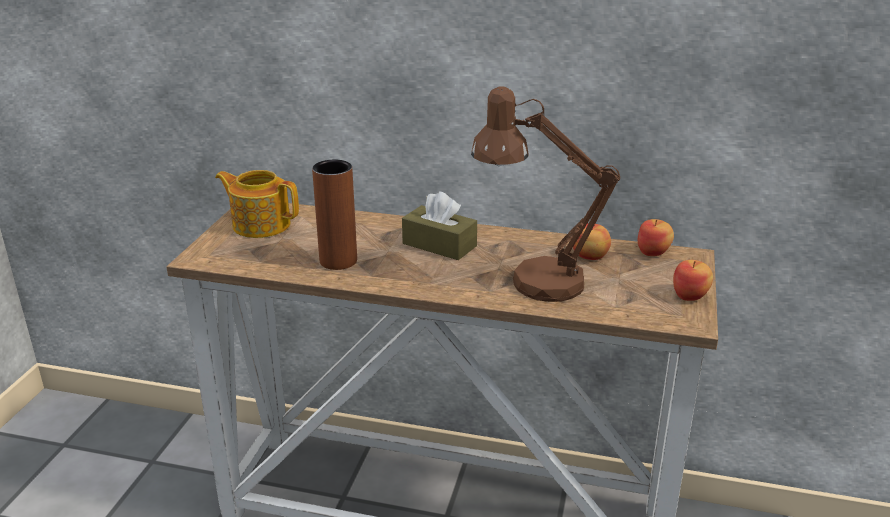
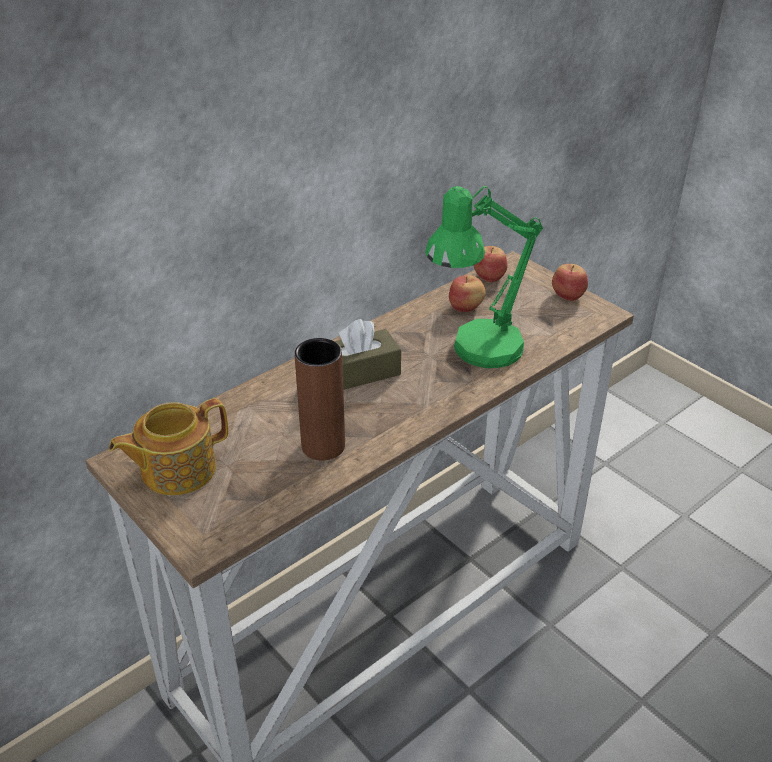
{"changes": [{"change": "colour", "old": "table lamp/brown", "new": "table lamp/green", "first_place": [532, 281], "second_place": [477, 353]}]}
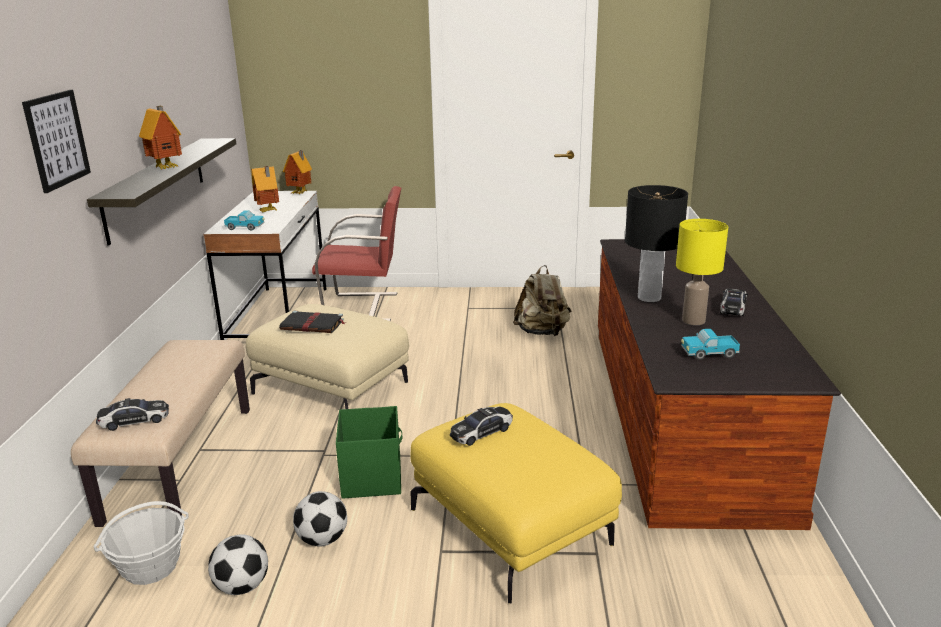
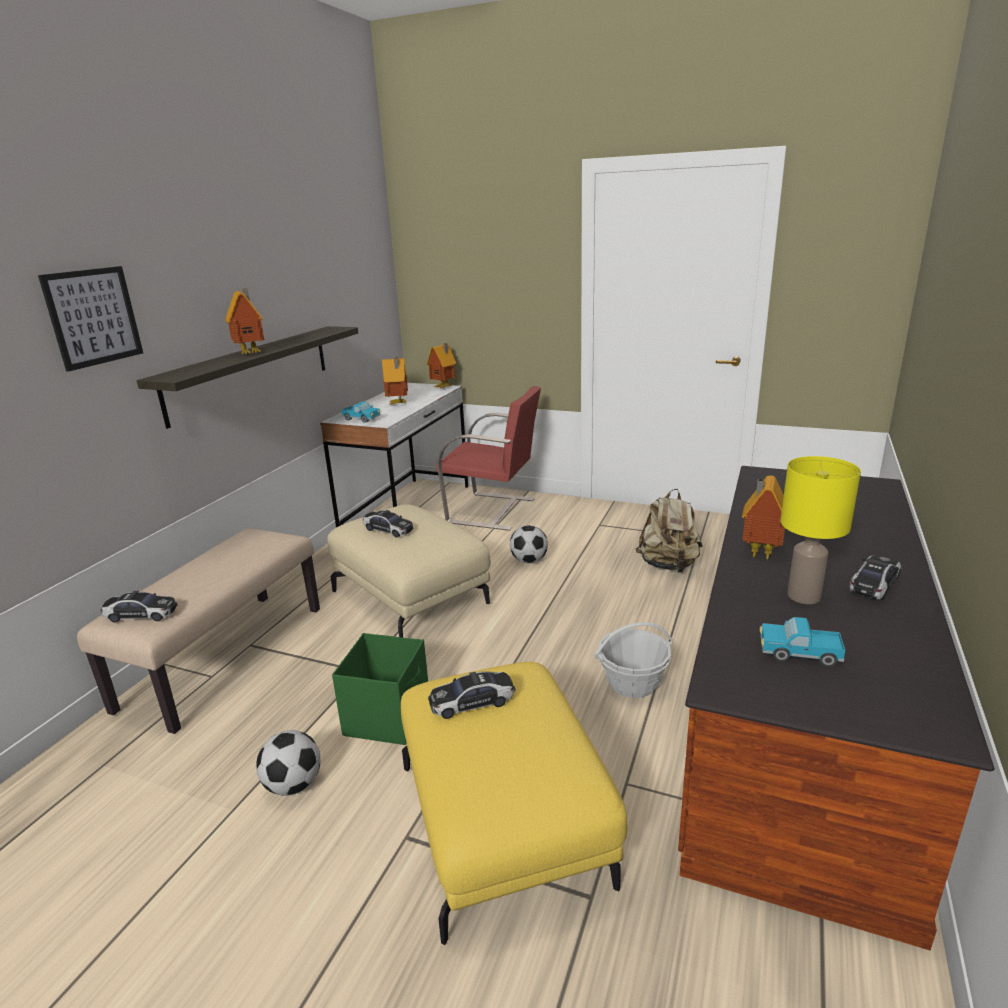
{"changes": [{"change": "exchanged", "old": "book/black", "new": "toy car", "first_place": [313, 325], "second_place": [388, 529]}, {"change": "relocated", "old": "football", "first_place": [242, 586], "second_place": [529, 561]}, {"change": "relocated", "old": "basket", "first_place": [150, 567], "second_place": [632, 682]}, {"change": "exchanged", "old": "table lamp/black", "new": "toy house", "first_place": [649, 298], "second_place": [759, 553]}]}
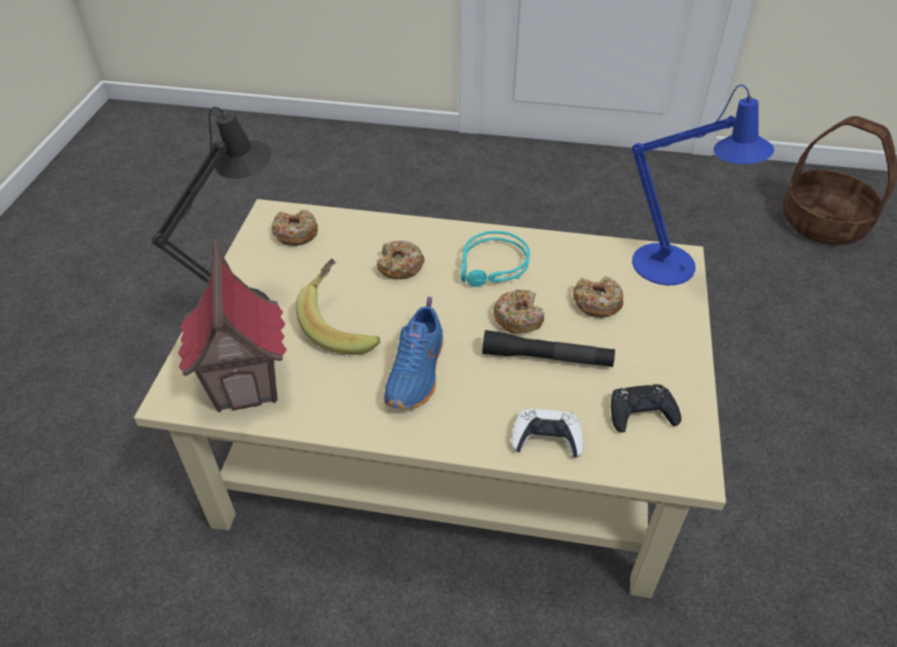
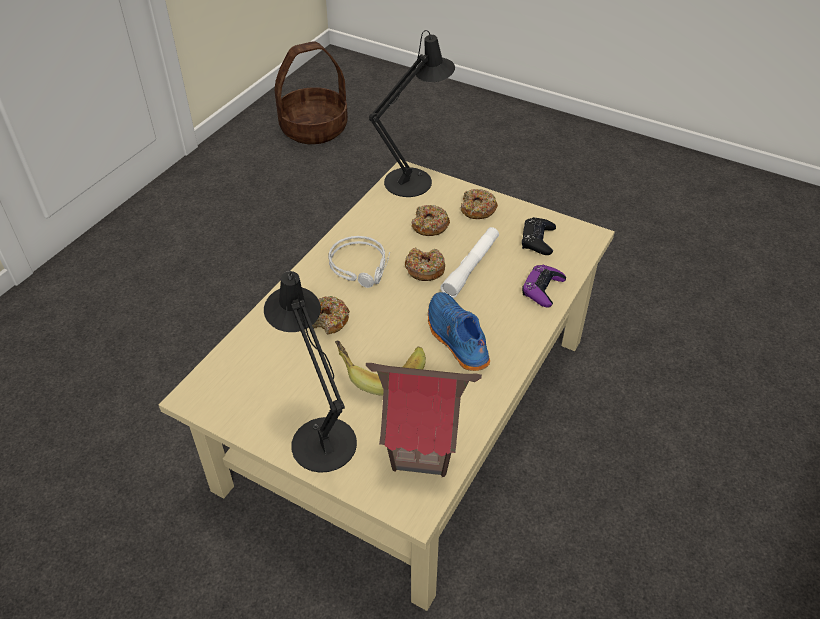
{"changes": [{"change": "colour", "old": "headphones/turquoise", "new": "headphones/grey", "first_place": [493, 267], "second_place": [362, 266]}, {"change": "colour", "old": "table lamp/blue", "new": "table lamp/black", "first_place": [672, 267], "second_place": [414, 179]}, {"change": "spun", "old": "shoe/blue", "first_place": [417, 373], "second_place": [455, 339], "degrees": -150}, {"change": "colour", "old": "flashlight/black", "new": "flashlight/white", "first_place": [547, 358], "second_place": [471, 267]}, {"change": "relocated", "old": "donut", "first_place": [295, 234], "second_place": [477, 209]}, {"change": "colour", "old": "game controller/white", "new": "game controller/purple", "first_place": [546, 438], "second_place": [542, 289]}]}
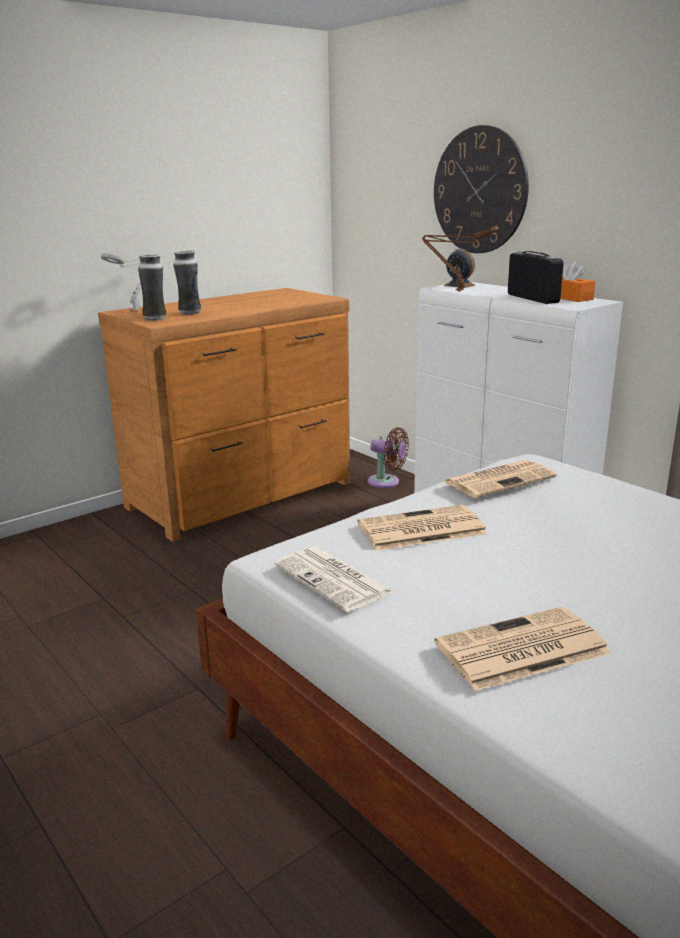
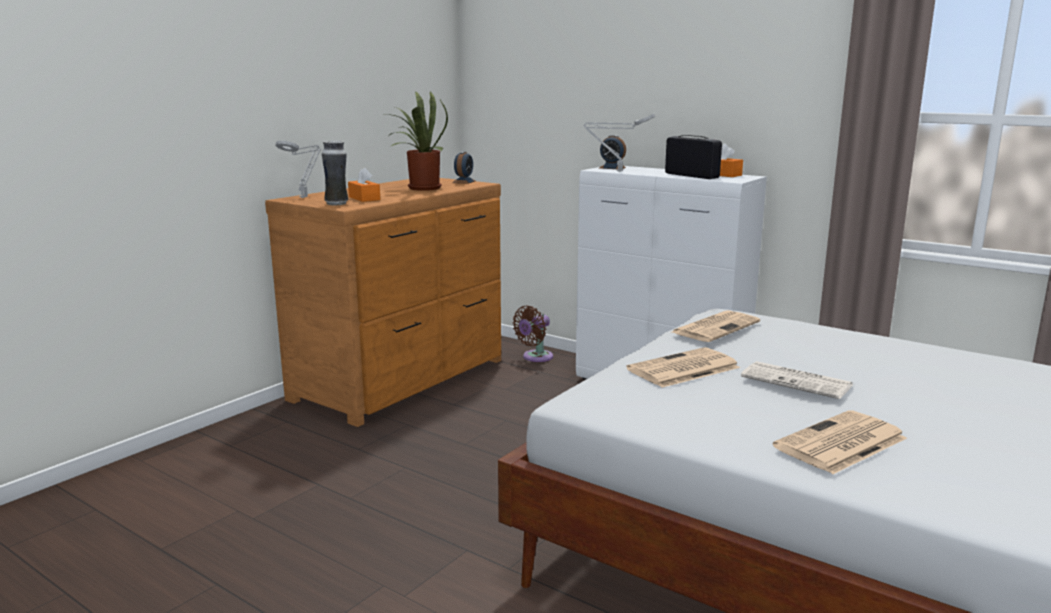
{"changes": [{"change": "exchanged", "old": "vase", "new": "tissue box/orange", "first_place": [189, 313], "second_place": [364, 198]}, {"change": "appeared", "new": "potted plant", "second_place": [420, 188]}, {"change": "appeared", "new": "alarm clock", "second_place": [464, 182]}, {"change": "spun", "old": "fan/brown", "first_place": [386, 482], "second_place": [535, 357], "degrees": 120}, {"change": "colour", "old": "table lamp/brown", "new": "table lamp/grey", "first_place": [457, 290], "second_place": [617, 171]}, {"change": "relocated", "old": "newspaper", "first_place": [334, 579], "second_place": [798, 381]}, {"change": "missing", "old": "wall clock", "first_place": [479, 190]}]}
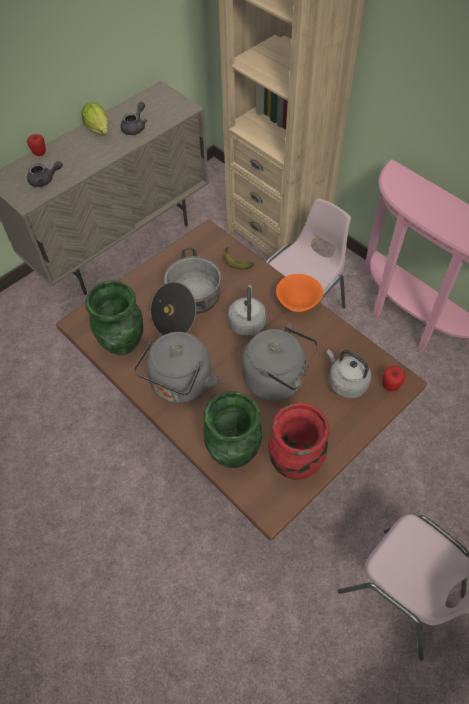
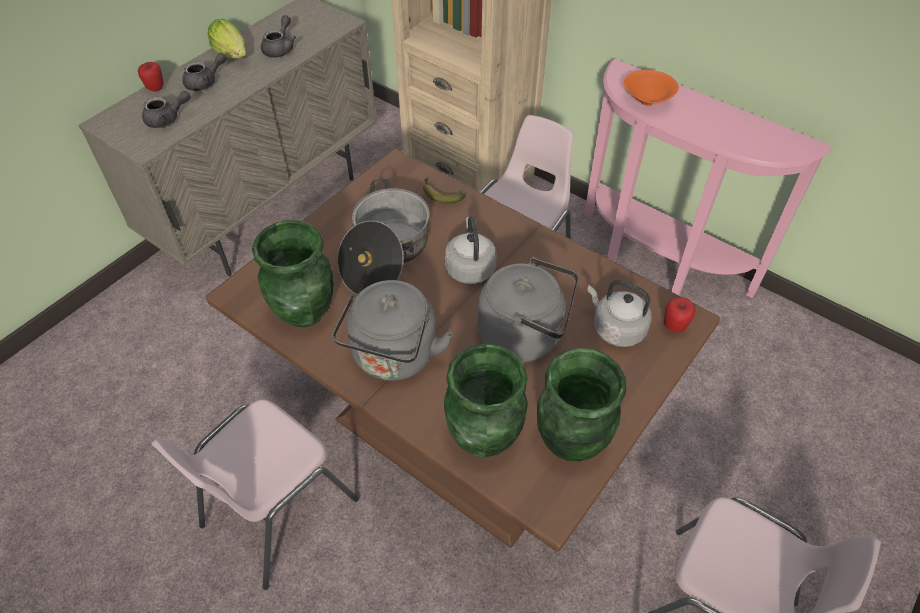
{"changes": [{"change": "appeared", "new": "chair/pink", "second_place": [276, 512]}, {"change": "appeared", "new": "teapot/grey", "second_place": [206, 82]}, {"change": "colour", "old": "vase/red", "new": "vase/green", "first_place": [294, 464], "second_place": [570, 442]}, {"change": "relocated", "old": "bowl/orange", "first_place": [297, 303], "second_place": [647, 103]}]}
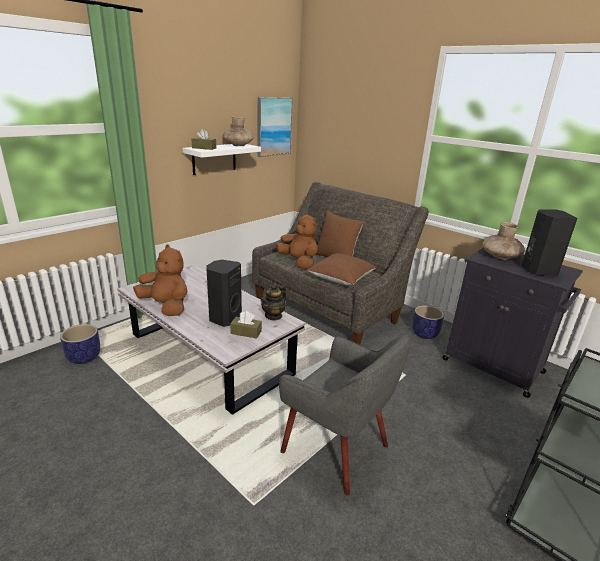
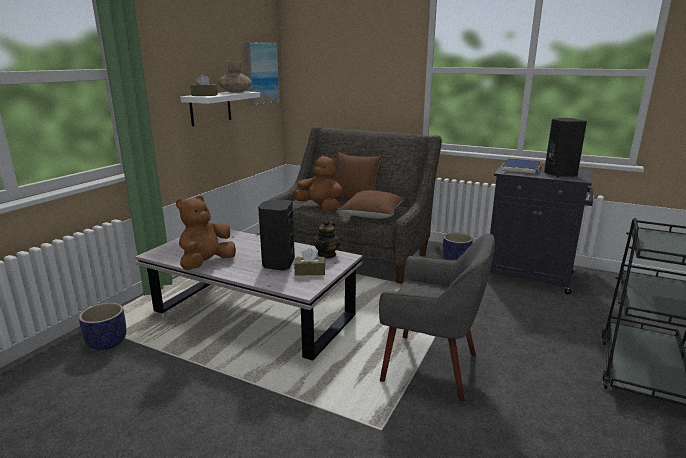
{"changes": [{"change": "spun", "old": "plush toy/brown", "first_place": [166, 306], "second_place": [206, 264], "degrees": -75}, {"change": "exchanged", "old": "vase/brown", "new": "book/blue", "first_place": [500, 256], "second_place": [521, 168]}]}
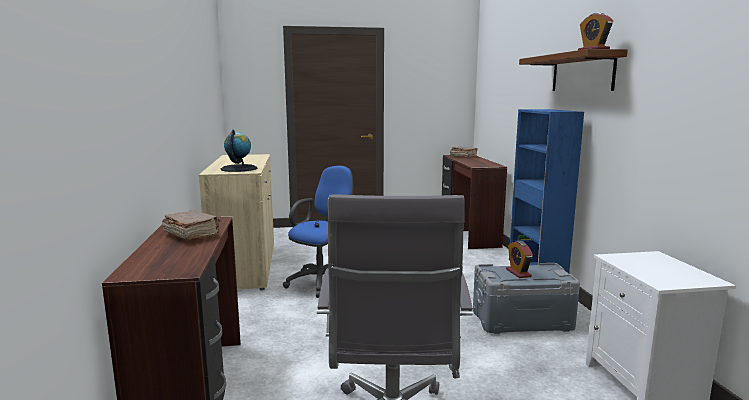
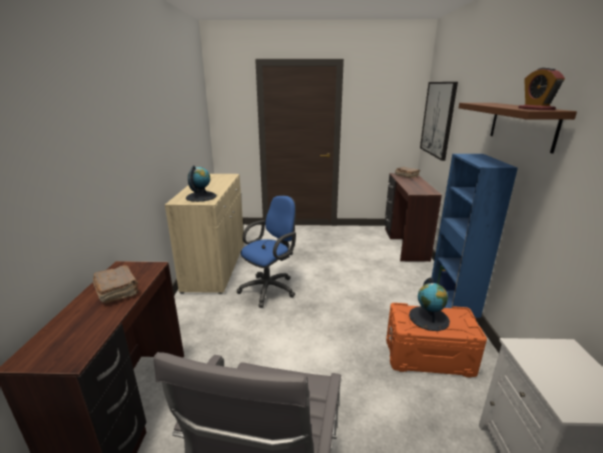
{"changes": [{"change": "colour", "old": "storage box/grey", "new": "storage box/orange", "first_place": [522, 320], "second_place": [428, 357]}, {"change": "exchanged", "old": "alarm clock", "new": "globe", "first_place": [518, 273], "second_place": [429, 318]}, {"change": "appeared", "new": "picture", "second_place": [438, 119]}]}
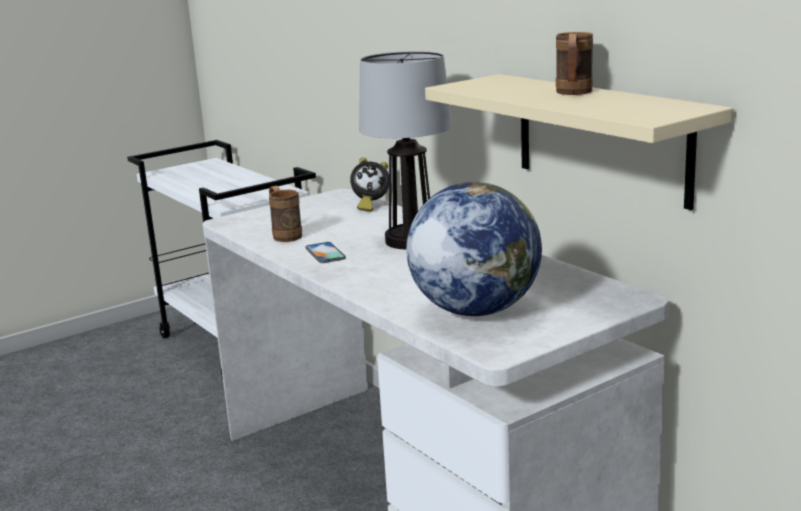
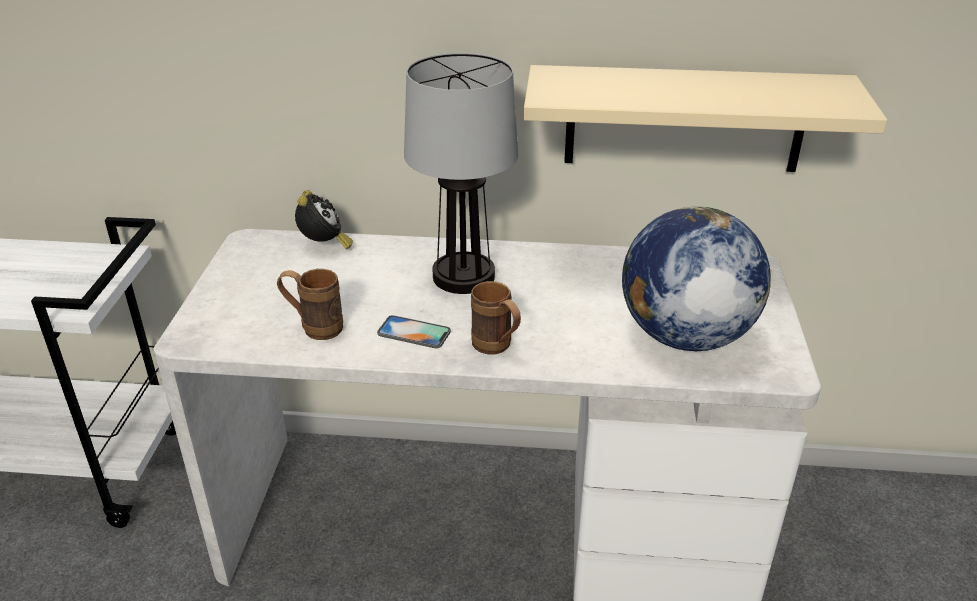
{"changes": [{"change": "spun", "old": "alarm clock", "first_place": [370, 206], "second_place": [324, 246], "degrees": -45}, {"change": "relocated", "old": "mug/brown", "first_place": [573, 93], "second_place": [497, 348]}]}
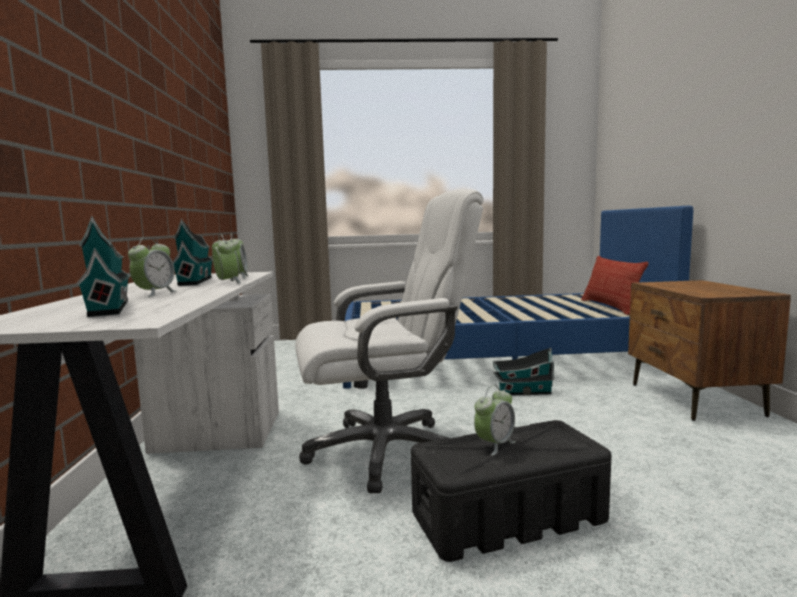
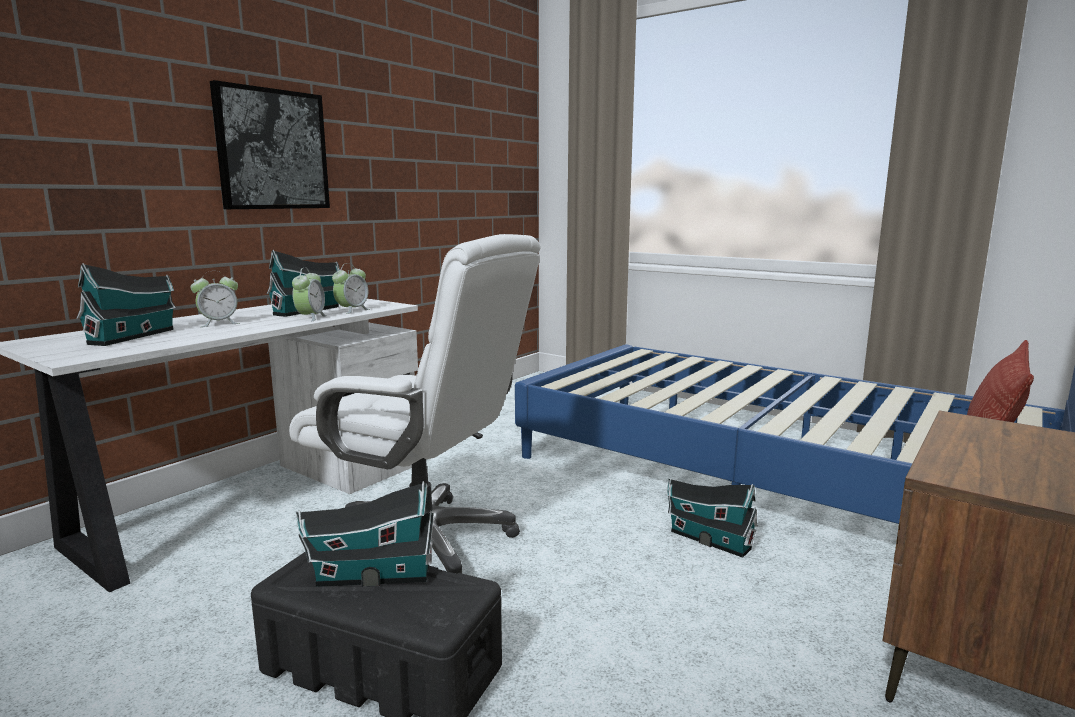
{"changes": [{"change": "appeared", "new": "picture", "second_place": [272, 150]}, {"change": "exchanged", "old": "alarm clock", "new": "toy house", "first_place": [494, 445], "second_place": [369, 576]}]}
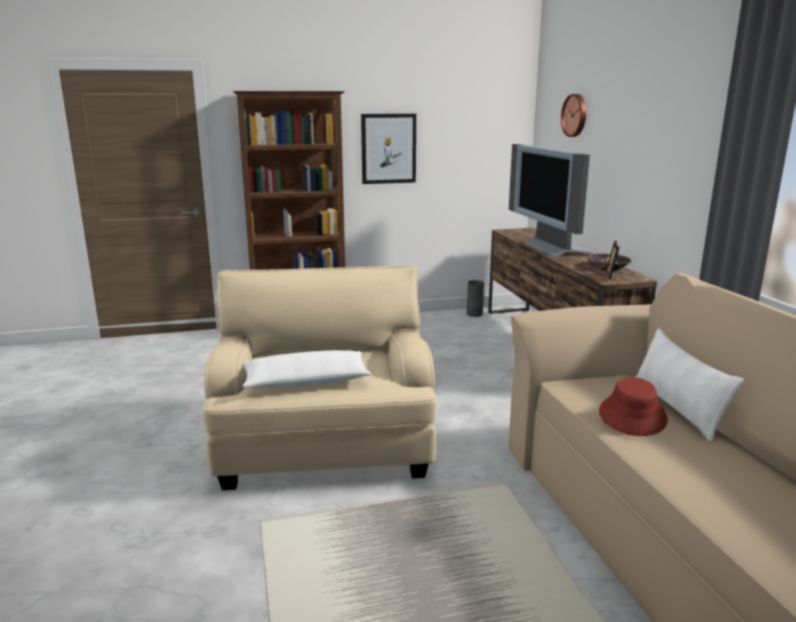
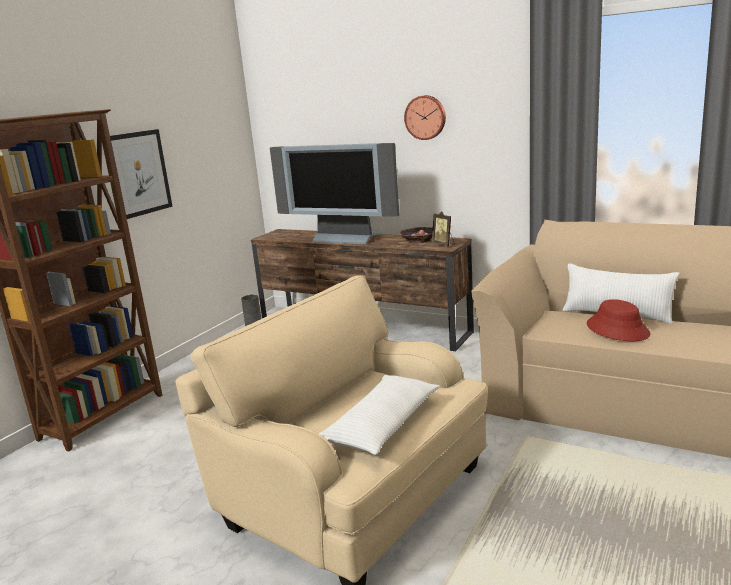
{"changes": [{"change": "relocated", "old": "wall clock", "first_place": [575, 115], "second_place": [425, 117]}]}
